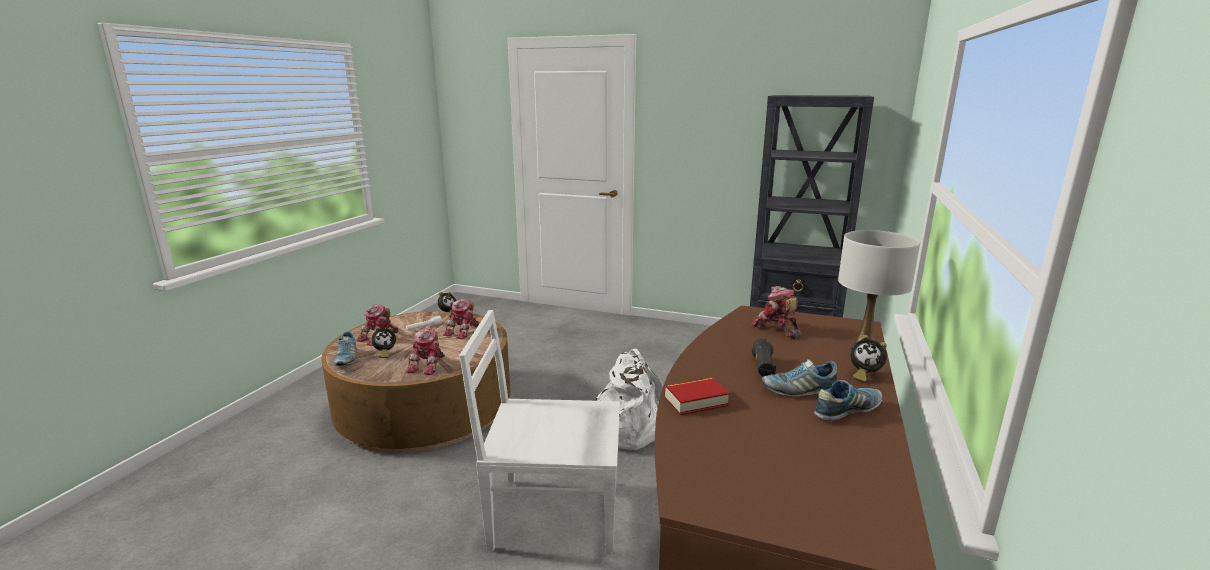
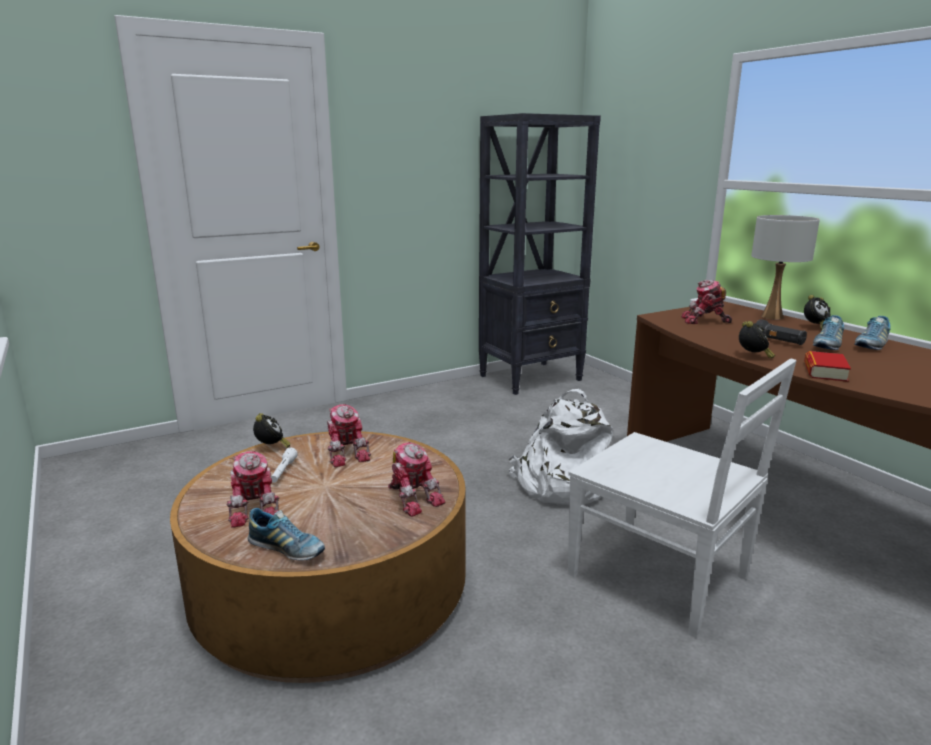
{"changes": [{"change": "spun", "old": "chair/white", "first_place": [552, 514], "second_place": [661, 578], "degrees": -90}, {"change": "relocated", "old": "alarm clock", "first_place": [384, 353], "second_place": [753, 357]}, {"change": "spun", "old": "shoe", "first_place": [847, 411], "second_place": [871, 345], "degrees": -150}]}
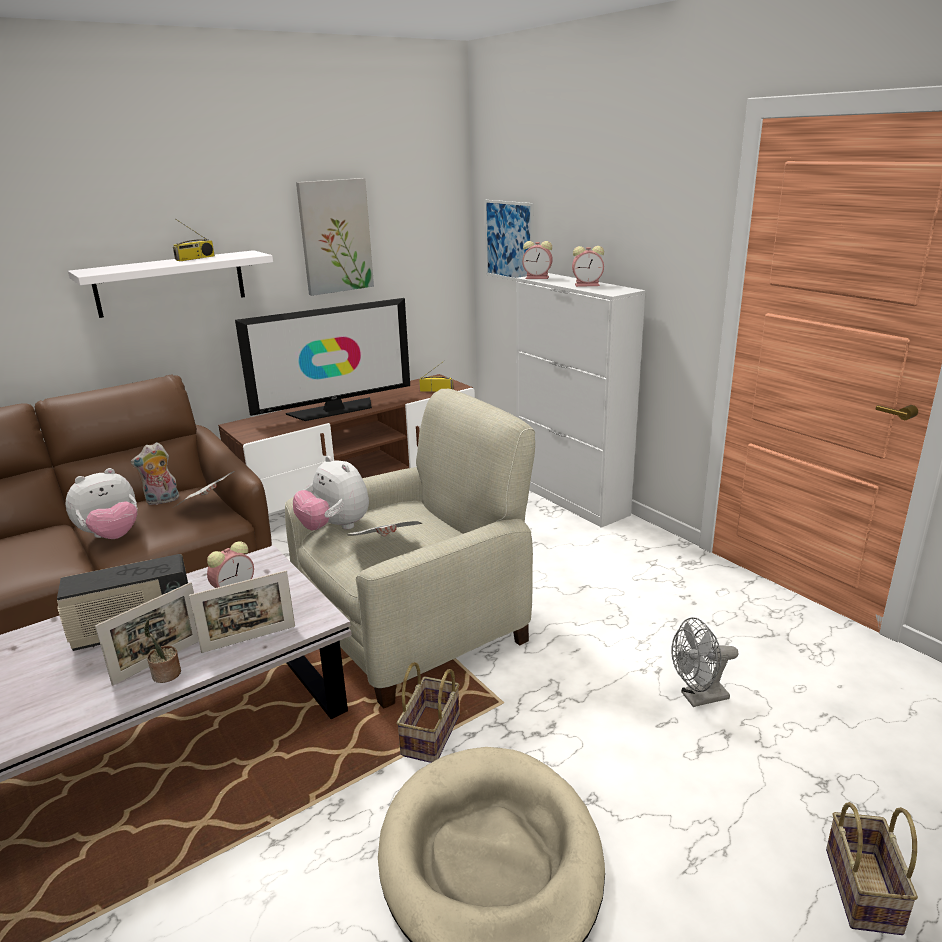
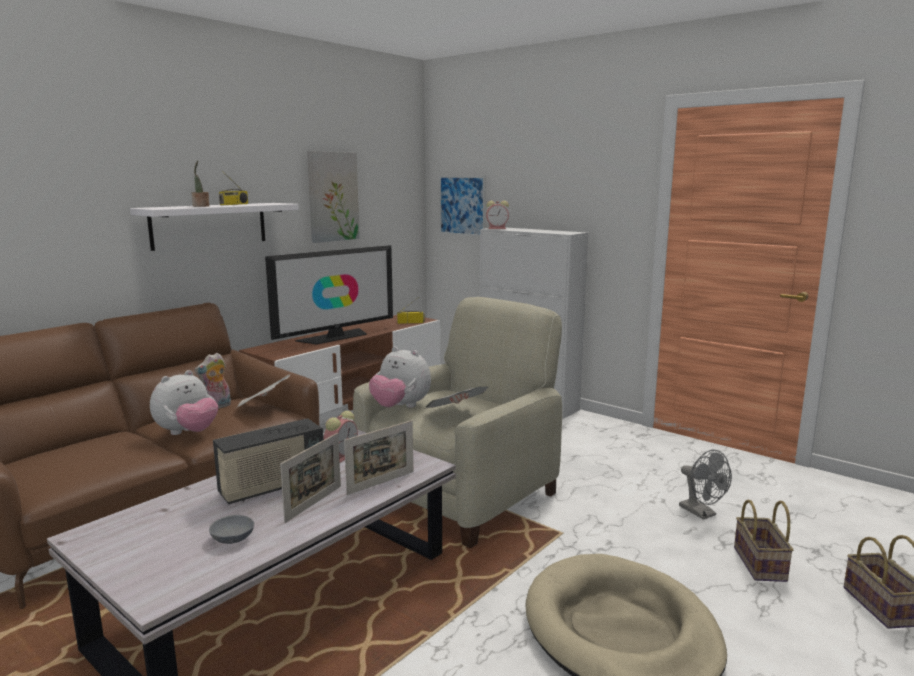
{"changes": [{"change": "relocated", "old": "potted plant", "first_place": [166, 675], "second_place": [201, 206]}, {"change": "appeared", "new": "bowl/grey", "second_place": [234, 537]}, {"change": "spun", "old": "fan/grey", "first_place": [698, 698], "second_place": [702, 513], "degrees": -90}, {"change": "relocated", "old": "basket", "first_place": [431, 737], "second_place": [761, 565]}, {"change": "missing", "old": "alarm clock", "first_place": [588, 285]}]}
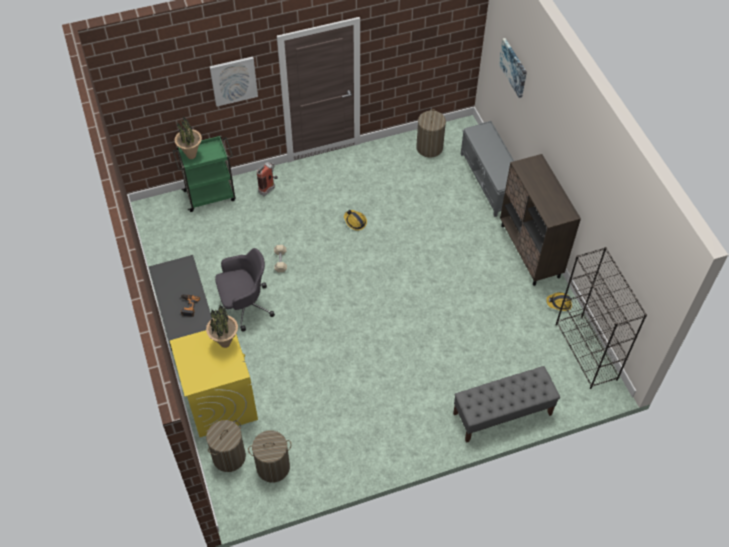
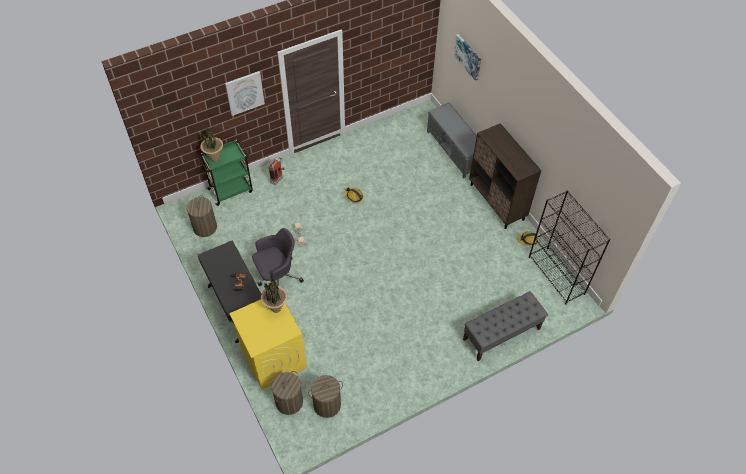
{"changes": [{"change": "relocated", "old": "laundry basket", "first_place": [429, 147], "second_place": [205, 227]}]}
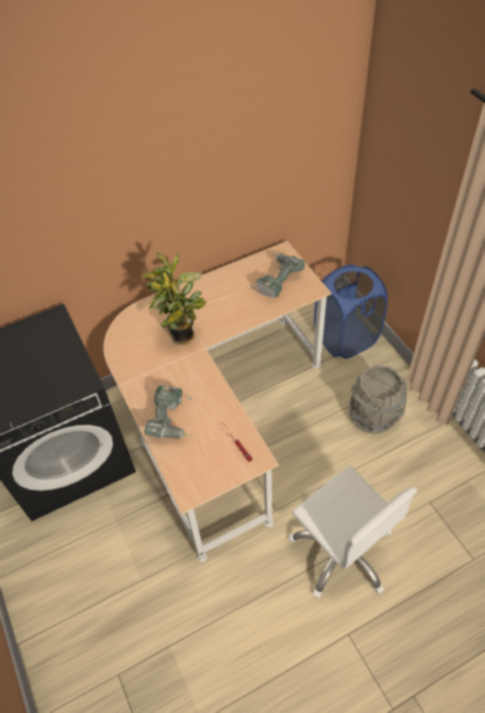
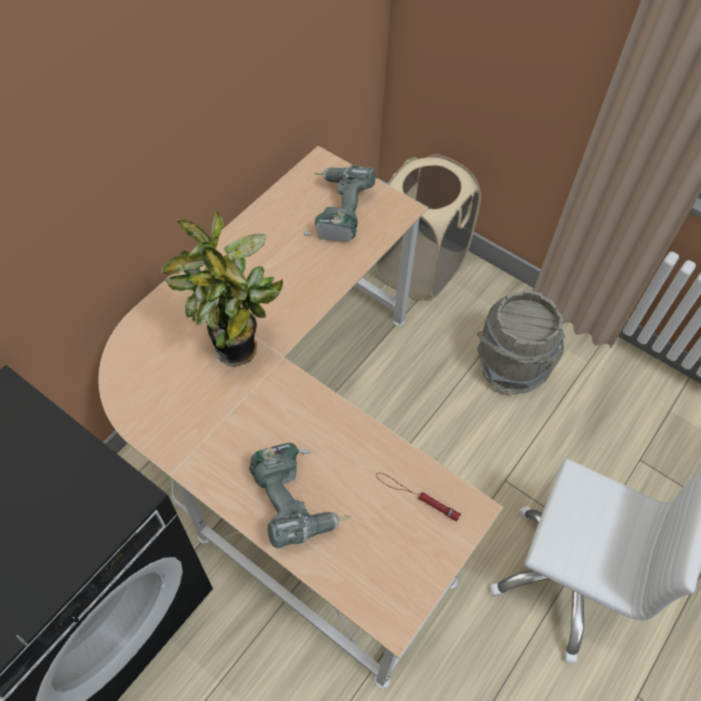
{"changes": [{"change": "colour", "old": "laundry basket/blue", "new": "laundry basket/beige", "first_place": [346, 338], "second_place": [419, 268]}]}
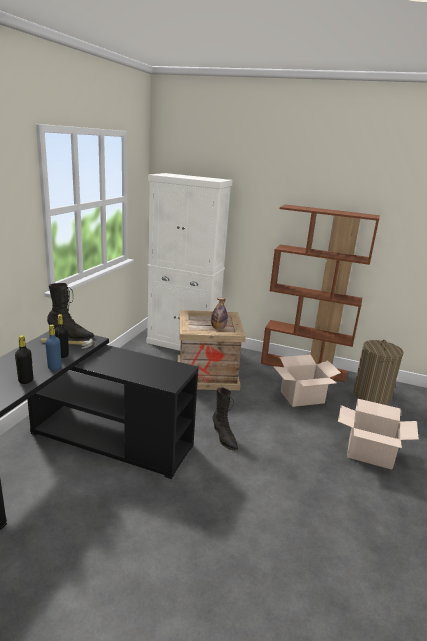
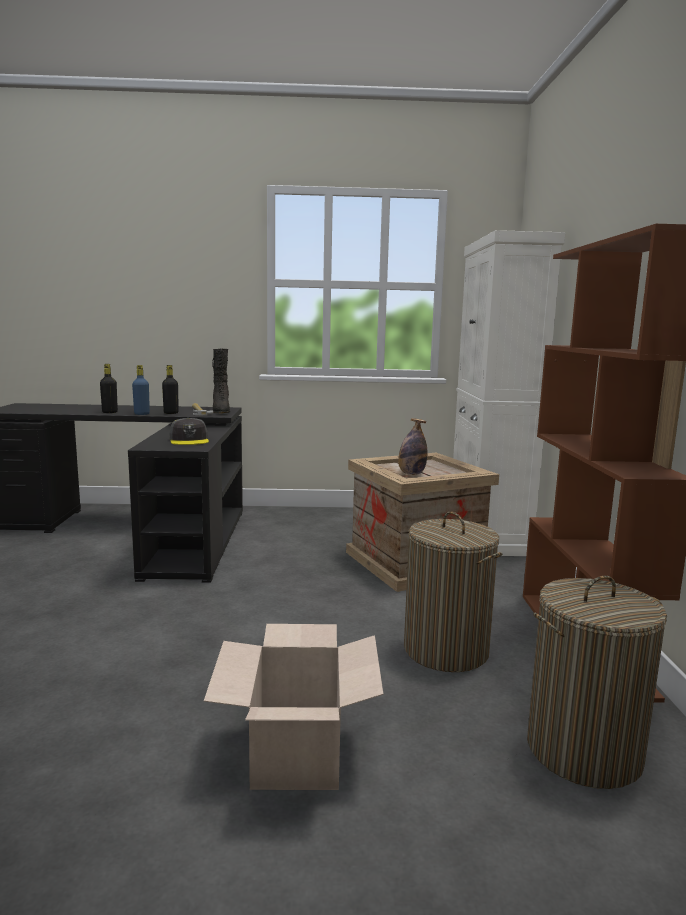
{"changes": [{"change": "appeared", "new": "cap/grey", "second_place": [189, 440]}, {"change": "exchanged", "old": "cardboard box", "new": "laundry basket", "first_place": [302, 397], "second_place": [446, 650]}, {"change": "missing", "old": "boot/black", "first_place": [224, 438]}]}
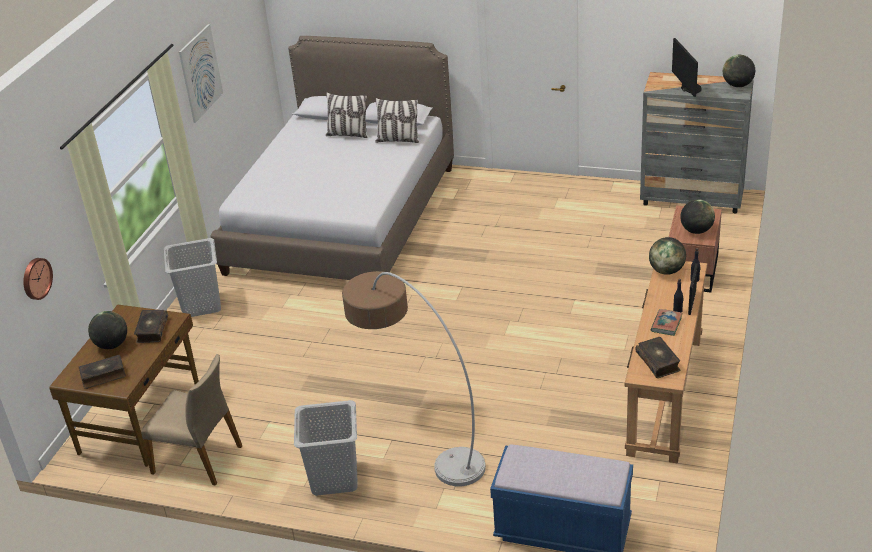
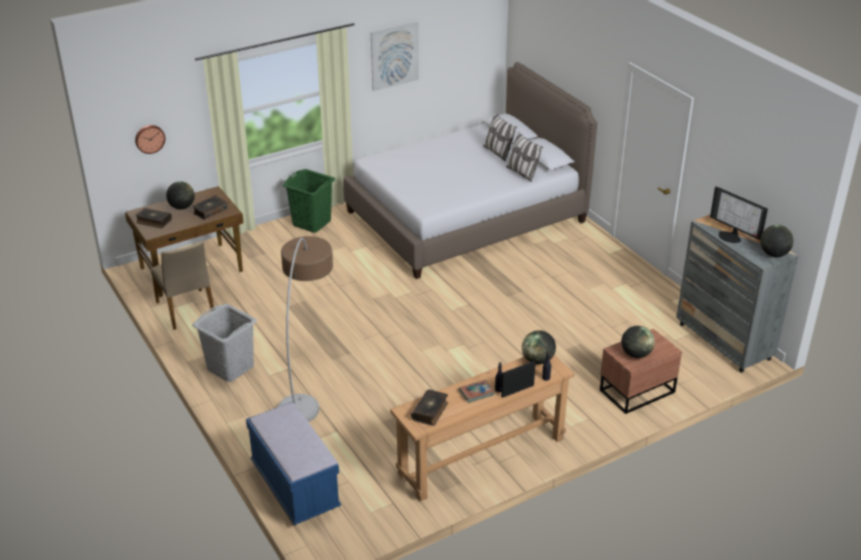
{"changes": [{"change": "colour", "old": "laundry basket/grey", "new": "laundry basket/green", "first_place": [201, 305], "second_place": [311, 223]}, {"change": "spun", "old": "monitor", "first_place": [689, 88], "second_place": [731, 236], "degrees": 105}]}
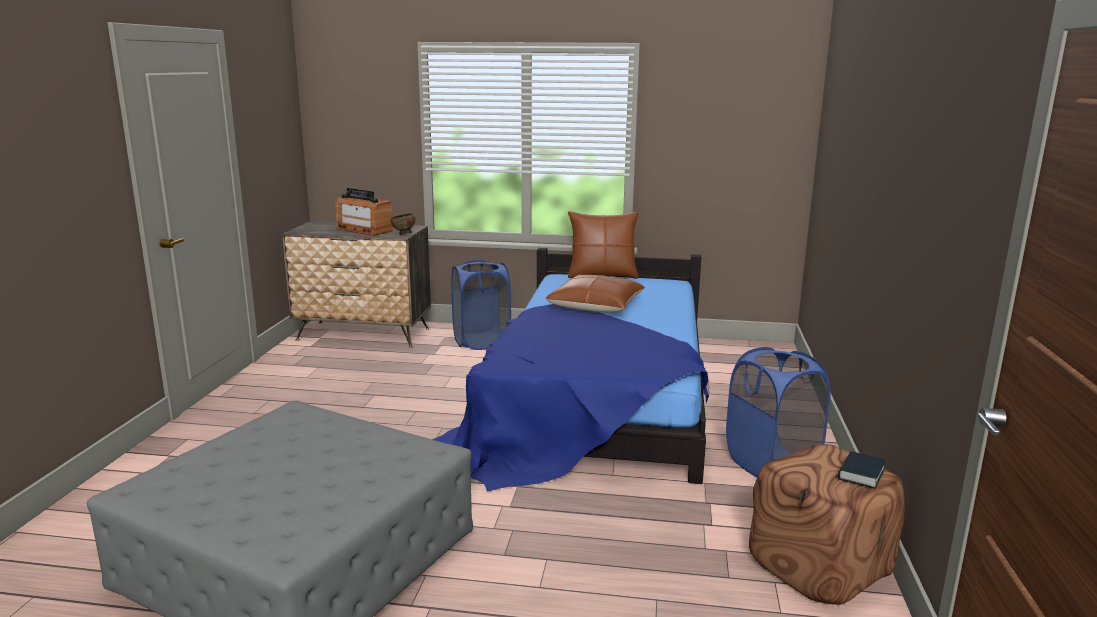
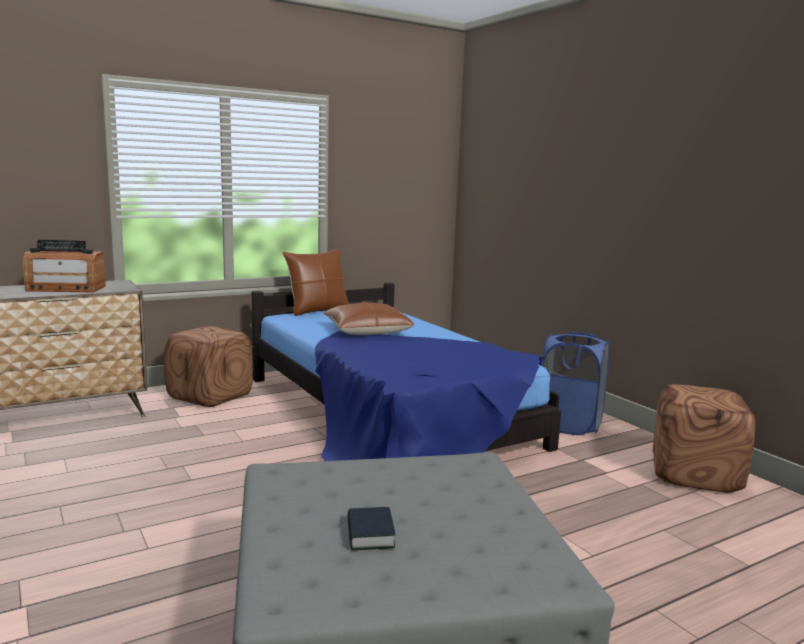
{"changes": [{"change": "exchanged", "old": "laundry basket/blue", "new": "ottoman/brown", "first_place": [481, 342], "second_place": [210, 396]}, {"change": "relocated", "old": "book", "first_place": [860, 475], "second_place": [370, 534]}, {"change": "missing", "old": "bowl/brown", "first_place": [403, 235]}]}
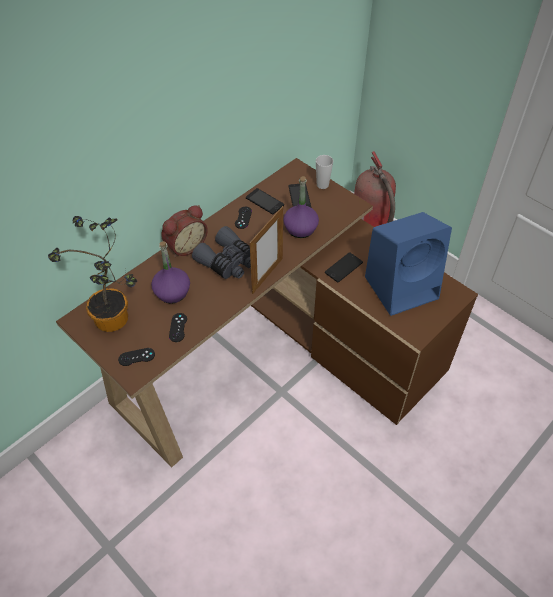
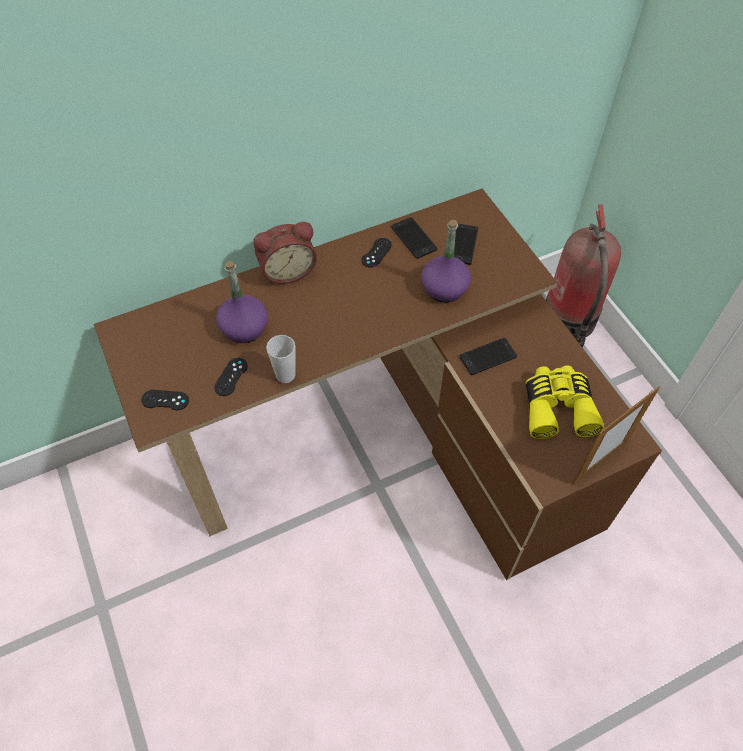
{"changes": [{"change": "relocated", "old": "cup", "first_place": [322, 185], "second_place": [285, 375]}, {"change": "exchanged", "old": "speaker/blue", "new": "binoculars/yellow", "first_place": [402, 286], "second_place": [557, 407]}, {"change": "relocated", "old": "picture frame", "first_place": [267, 275], "second_place": [600, 462]}, {"change": "missing", "old": "potted plant", "first_place": [115, 321]}, {"change": "missing", "old": "binoculars/grey", "first_place": [228, 262]}]}
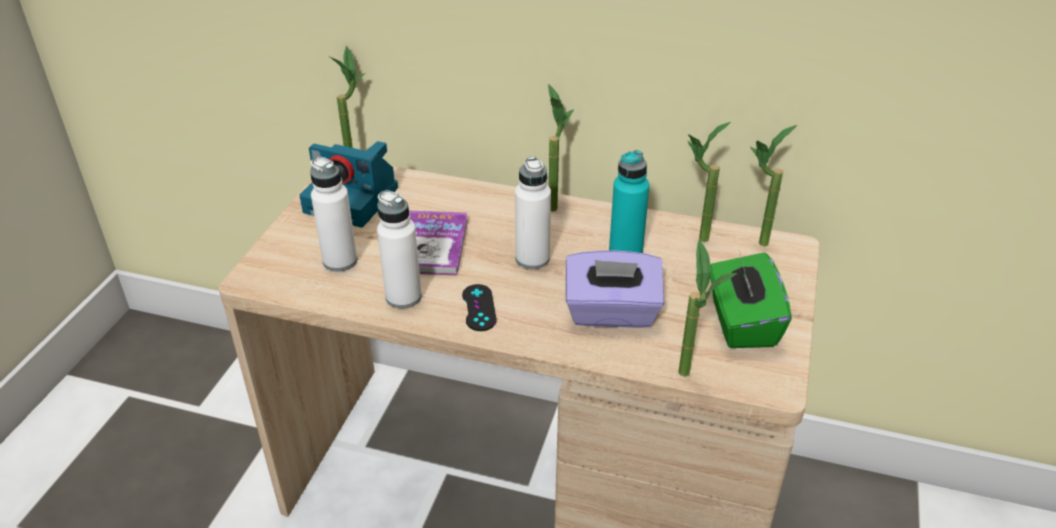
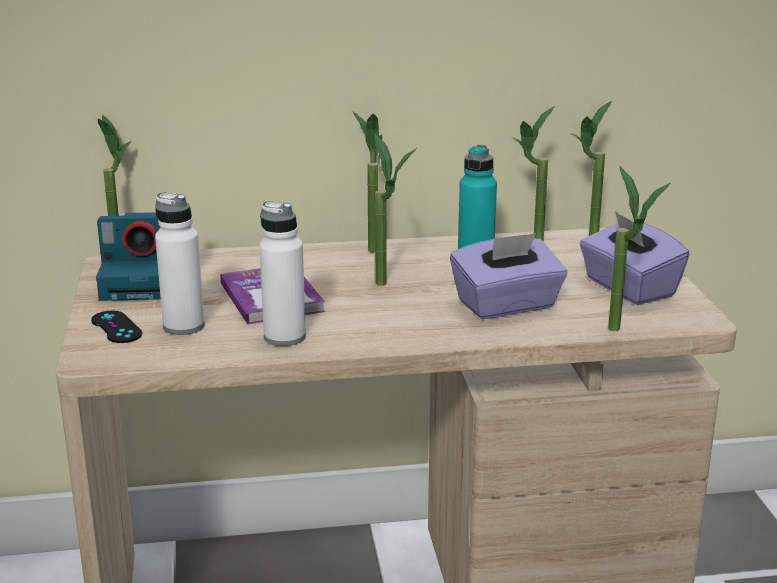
{"changes": [{"change": "relocated", "old": "game controller/black", "first_place": [479, 308], "second_place": [116, 327]}, {"change": "exchanged", "old": "bottle/white", "new": "potted plant", "first_place": [532, 259], "second_place": [390, 286]}, {"change": "colour", "old": "tissue box/green", "new": "tissue box/purple", "first_place": [741, 322], "second_place": [628, 288]}]}
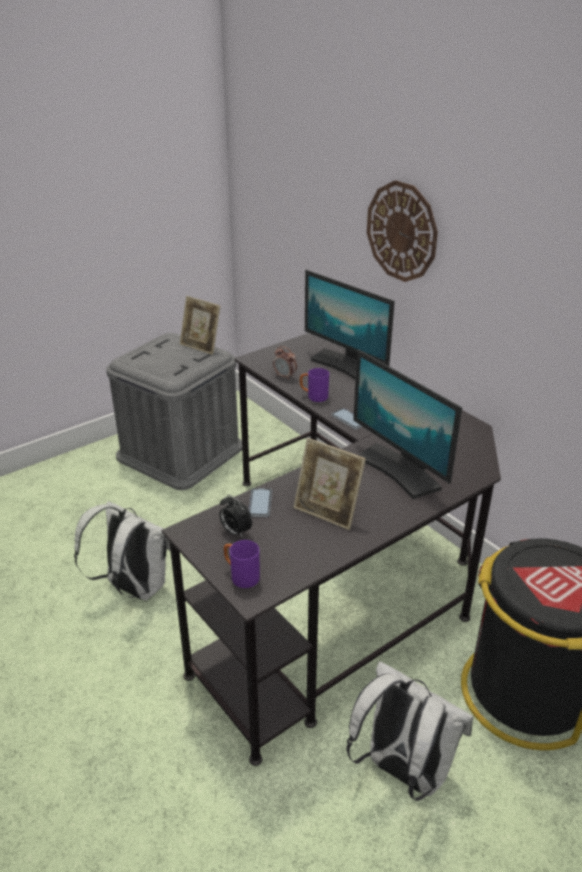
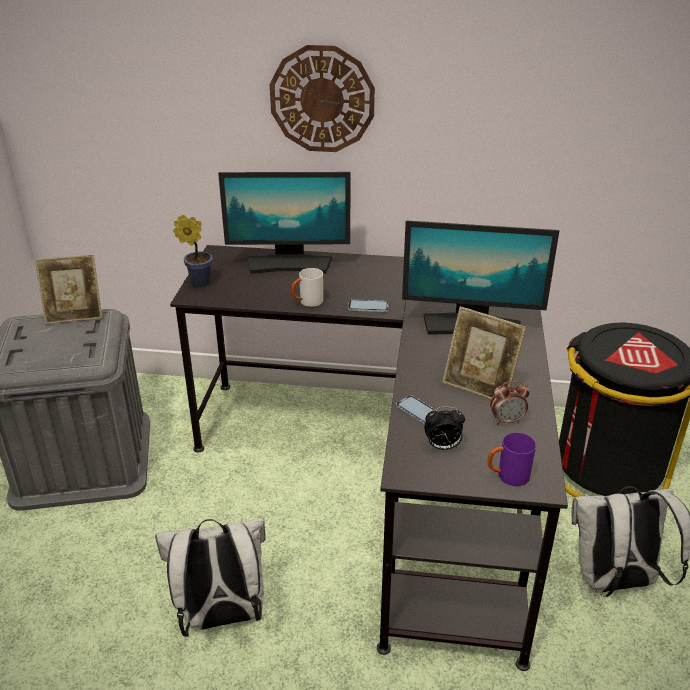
{"changes": [{"change": "appeared", "new": "potted plant", "second_place": [198, 282]}, {"change": "colour", "old": "mug/purple", "new": "mug/white", "first_place": [313, 396], "second_place": [307, 302]}, {"change": "spun", "old": "picture frame", "first_place": [327, 512], "second_place": [479, 387], "degrees": 45}, {"change": "relocated", "old": "alarm clock", "first_place": [285, 376], "second_place": [507, 421]}]}
